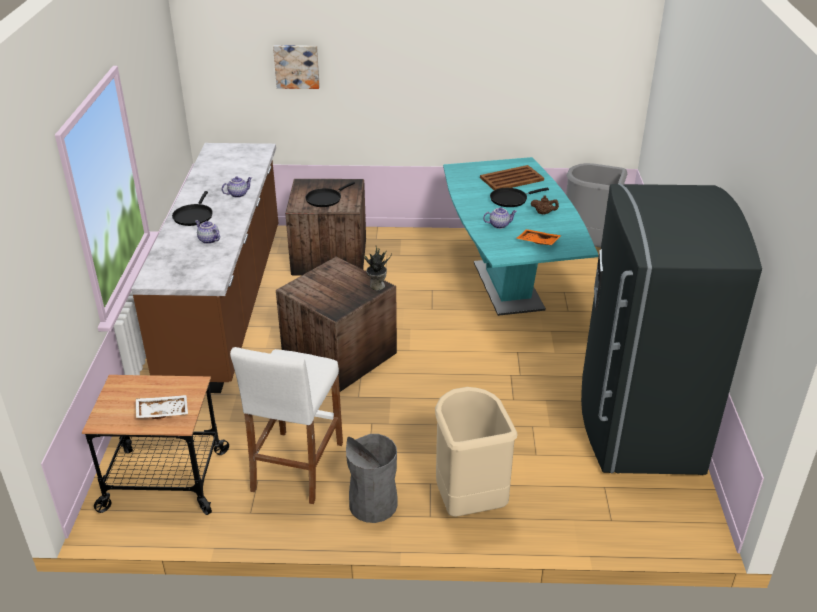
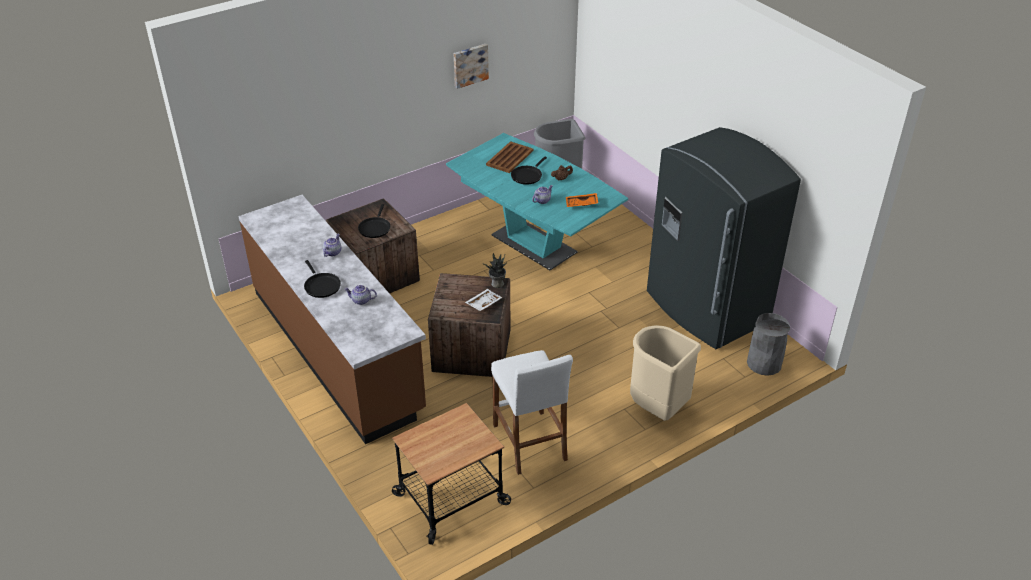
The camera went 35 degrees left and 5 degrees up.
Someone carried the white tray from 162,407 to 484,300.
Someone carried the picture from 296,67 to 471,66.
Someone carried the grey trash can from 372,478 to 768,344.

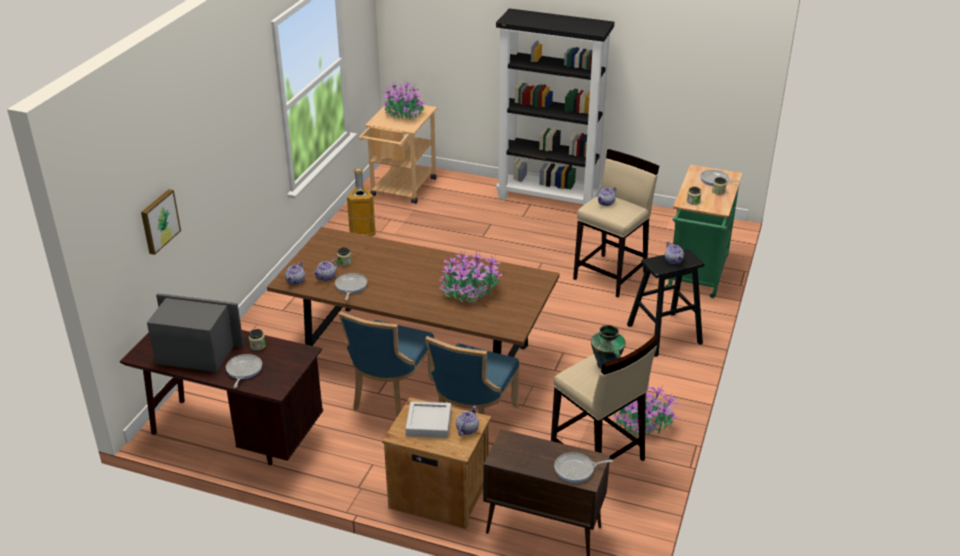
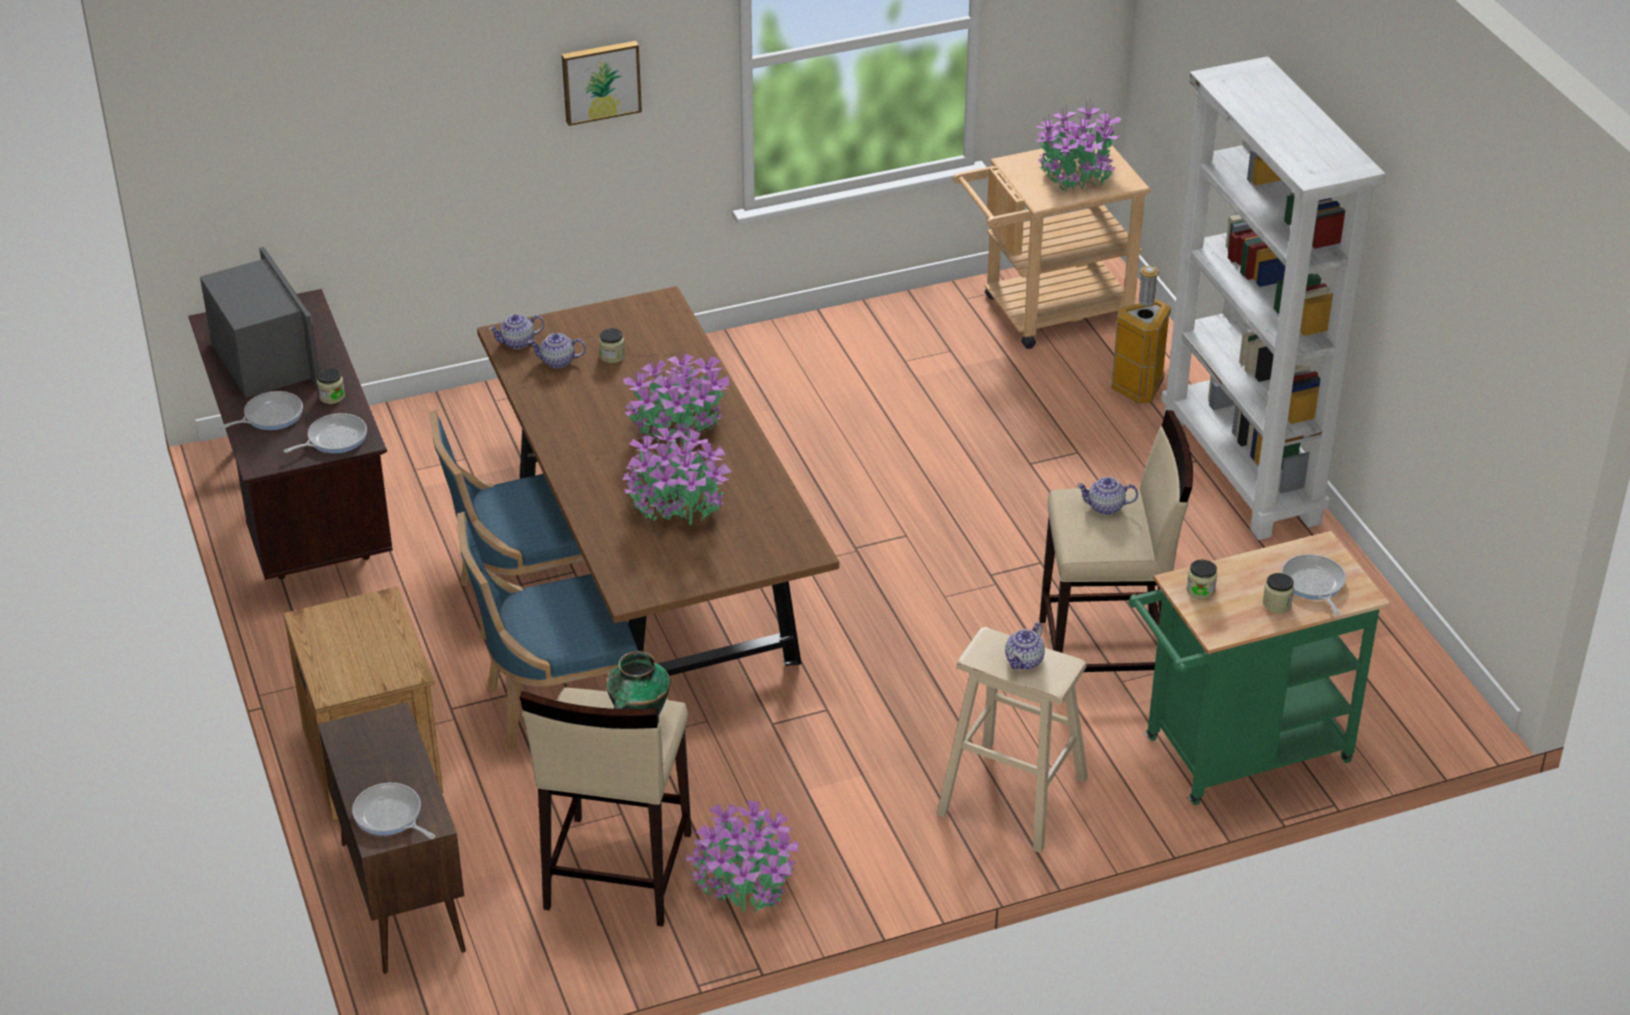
The camera went 50 degrees right and 5 degrees up.
Someone carried the picture from 161,222 to 602,83.
Someone carried the frying pan from 351,286 to 325,433.
Someone carried the trash can from 361,202 to 1141,335.
Someone took away the grey tray at 428,419.
Someone took away the teapot at 467,421.
Someone repainted the black bookcase at 555,106, which became the white bookcase at 1273,298.
Someone repainted the black stool at 666,303, which became the beige stool at 1012,740.
Someone put down the potted plant at 676,397.

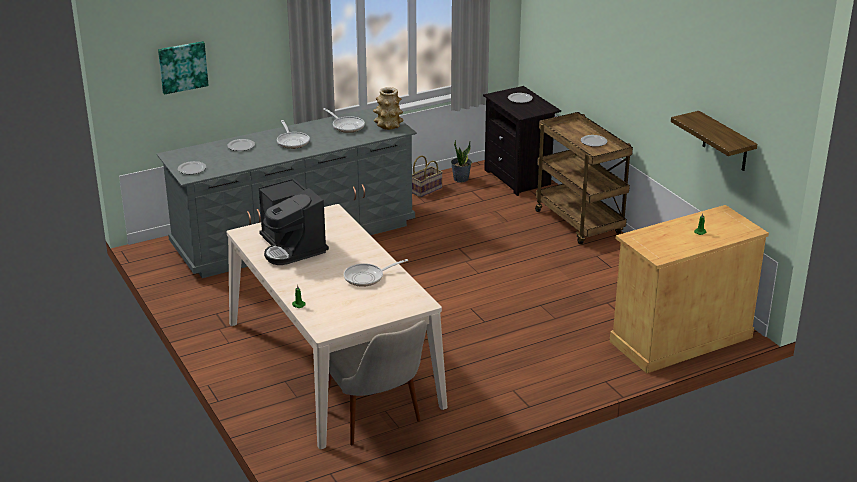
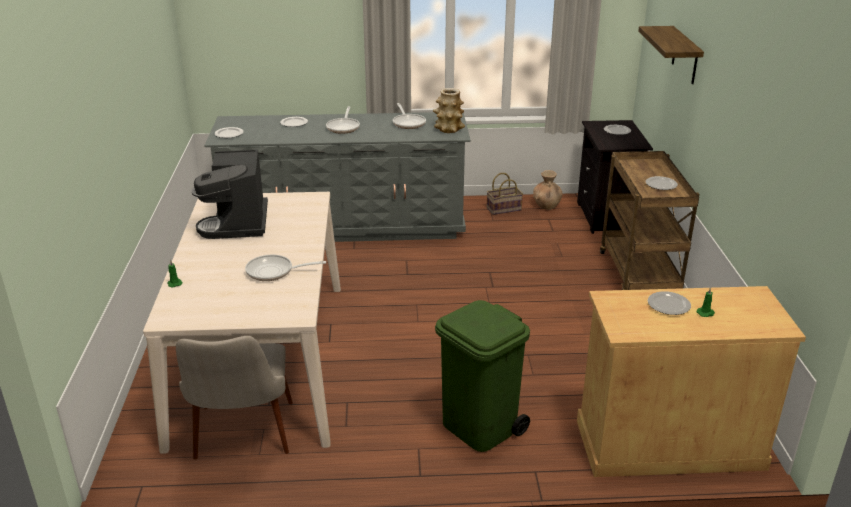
The camera went 25 degrees right and 0 degrees up.
Someone took away the picture at 183,67.
Someone swapped the potted plant at 461,161 for the brown vase at 548,190.
Someone carried the shelf from 714,141 to 671,55.
Someone put down the green trash can at 482,376.
Someone put down the plate at 669,303.

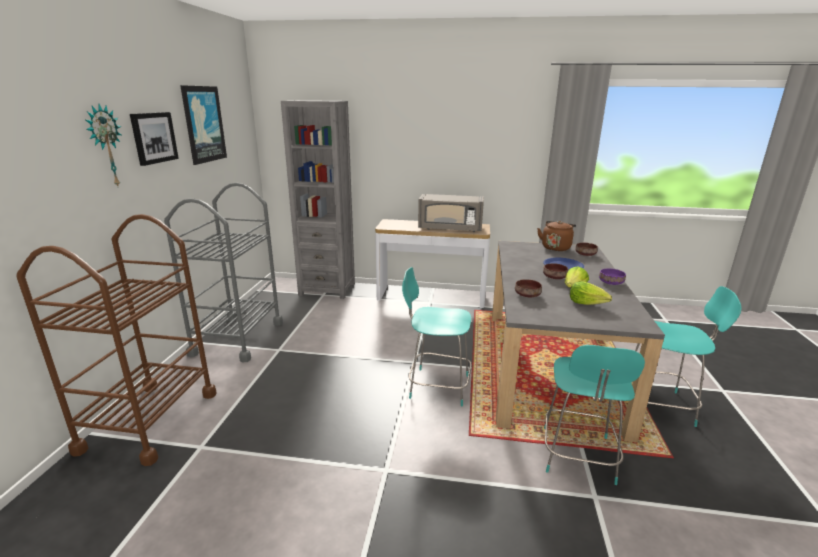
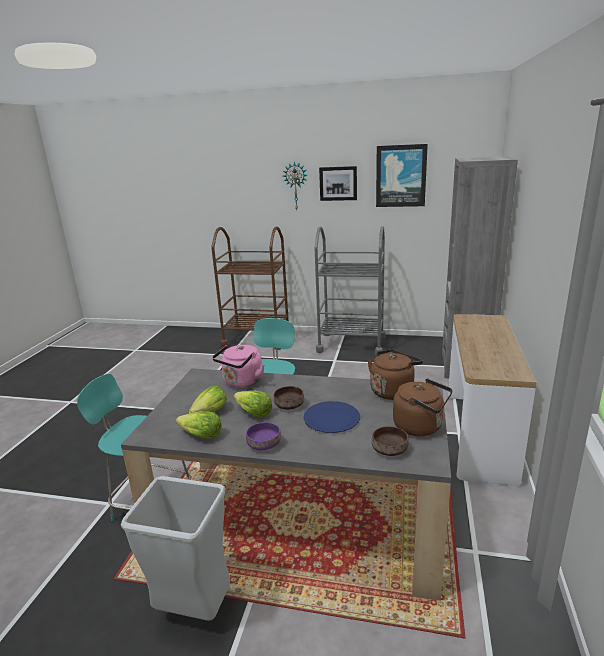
The camera went 95 degrees right and 0 degrees up.
Someone took away the grey microwave at 451,213.
Someone swapped the brown bowl at 528,288 for the pink kettle at 238,366.
Someone swapped the turquoise chair at 688,356 for the grey trash can at 175,548.
Someone put down the lettuce at 199,425.
Someone put down the brown kettle at 395,374.

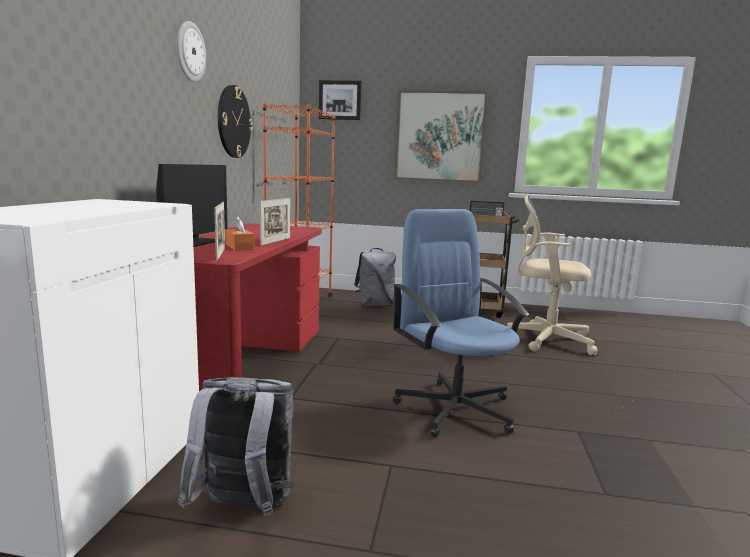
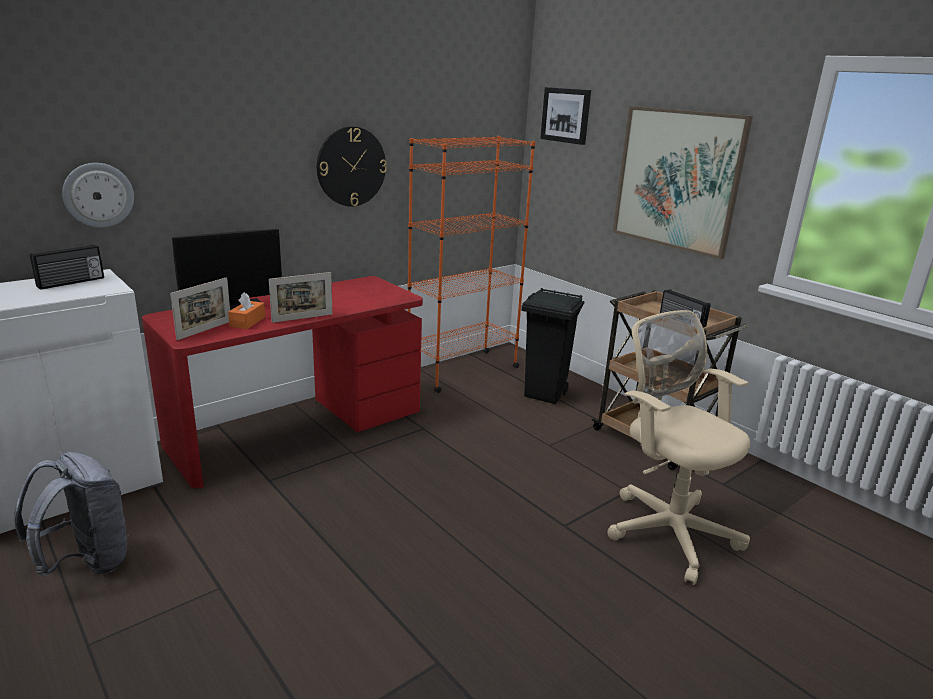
The camera went 40 degrees right and 10 degrees up.
Someone carried the wall clock from 191,51 to 98,195.
Someone swapped the grey backpack at 375,277 for the black trash can at 552,346.
Someone took away the blue office chair at 461,323.
Someone put down the radio at 67,267.

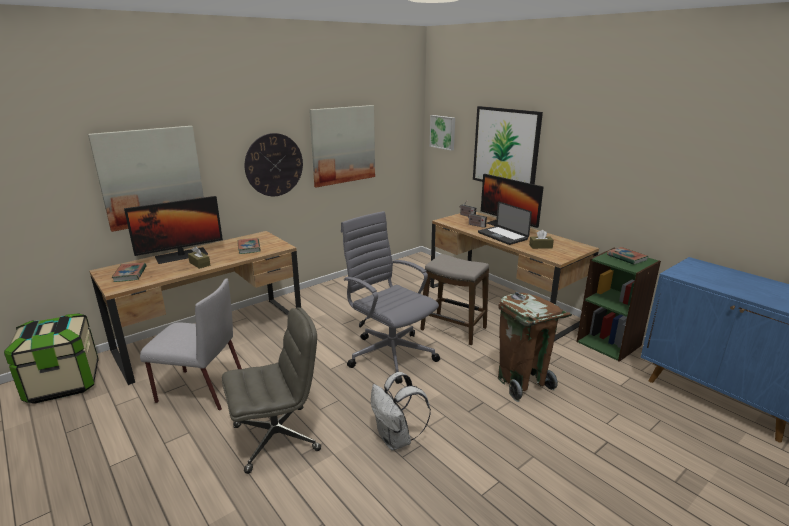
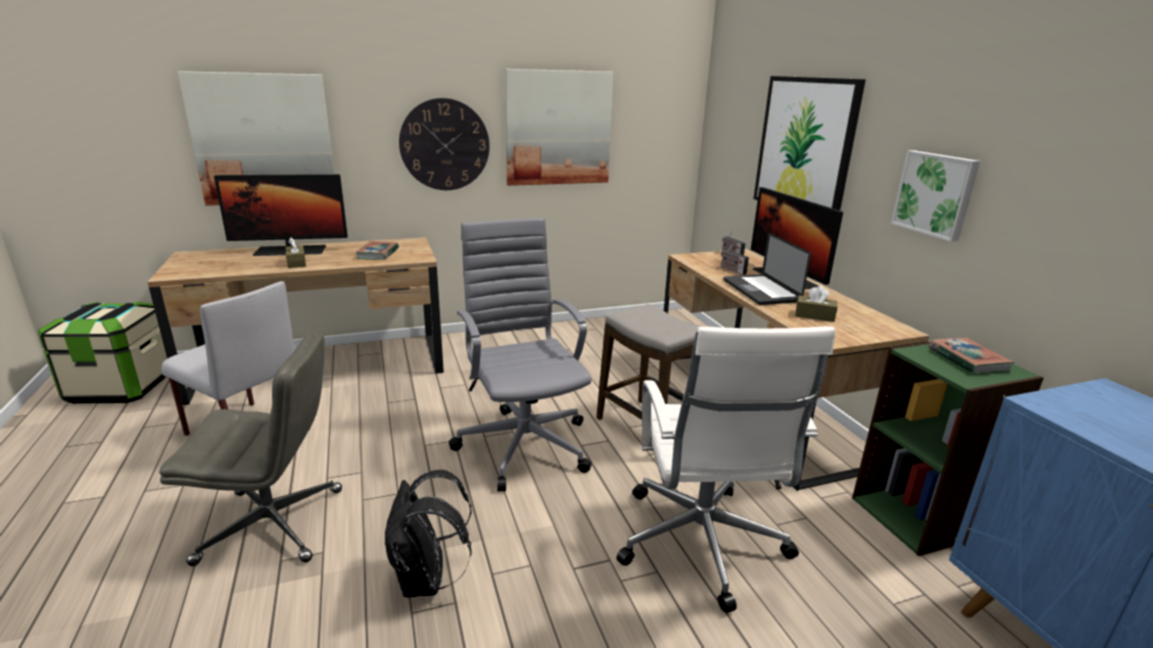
The camera went 20 degrees right and 0 degrees up.
Someone took away the book at 129,272.
Someone repainted the white backpack at 401,411, which became the black backpack at 428,533.
Someone carried the picture from 442,133 to 935,196.
Someone swapped the brown trash can at 535,347 for the white office chair at 726,469.

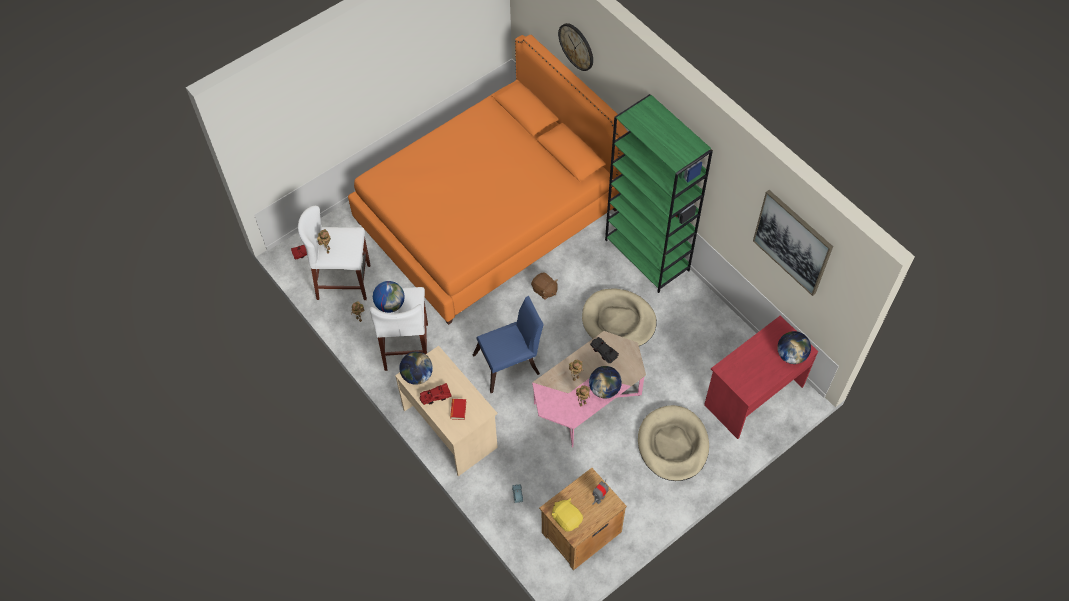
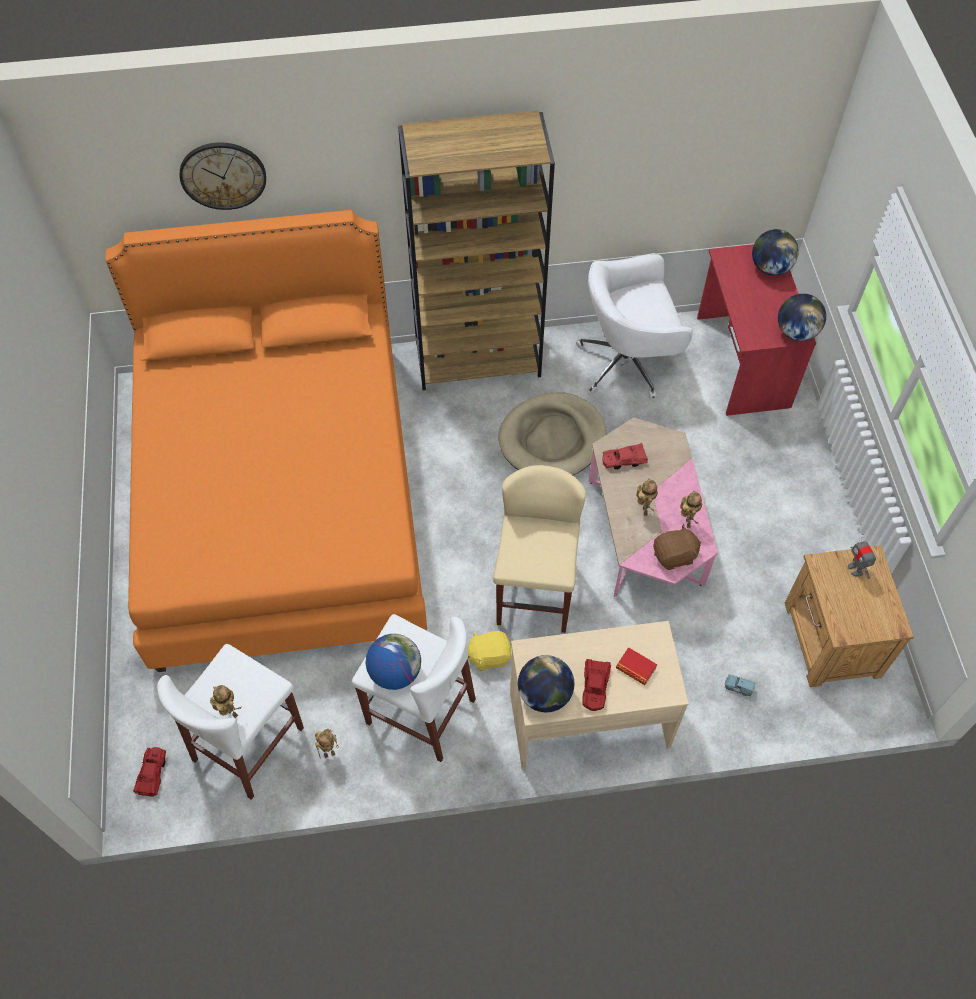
The camera went 60 degrees left and 0 degrees up.
Someone swapped the blue chair at 508,344 for the beige stool at 539,549.
Someone carried the brown plush toy from 544,286 to 677,547.
Someone carried the yellow plush toy from 567,515 to 489,651.
Someone carried the globe from 605,382 to 802,317.
Someone repainted the black toy car at 604,350, which became the red toy car at 625,456.
Someone repainted the green bookcase at 659,193, which became the brown bookcase at 476,250.
Someone took away the beige dog bed at 673,443.
Someone took away the picture at 793,243.
Someone put down the white office chair at 634,326.

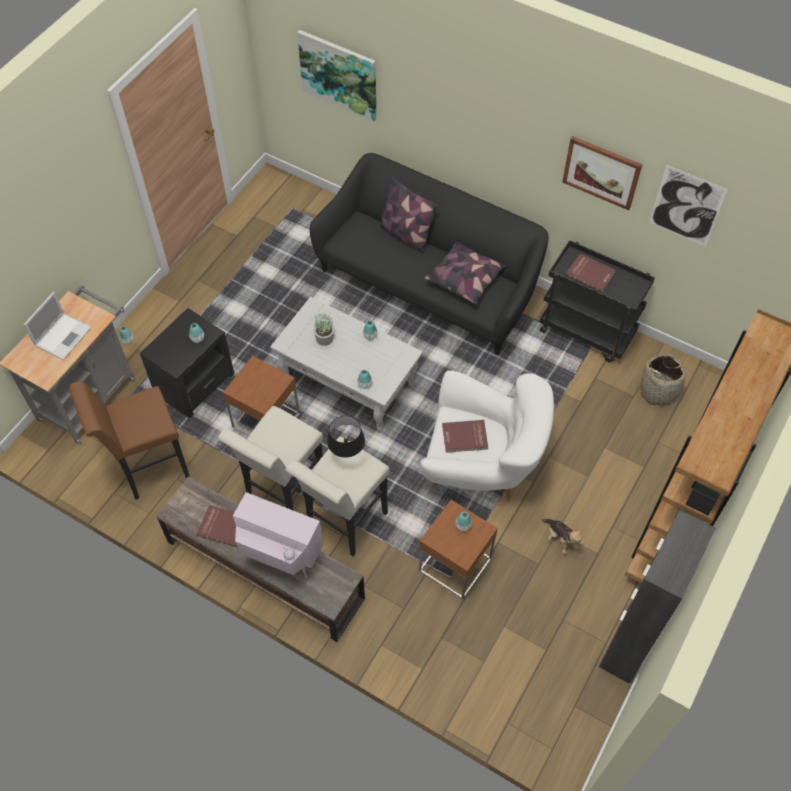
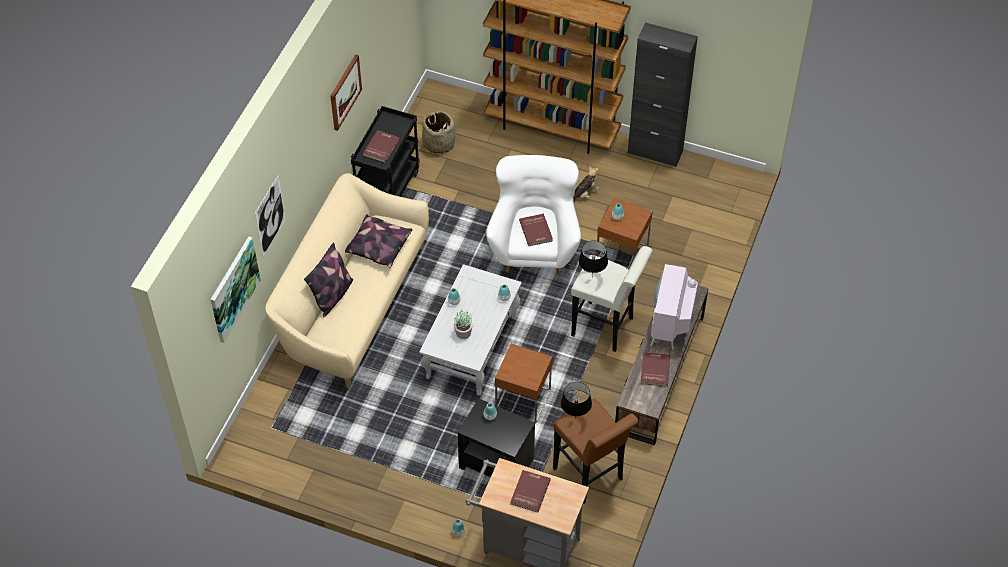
The camera went 100 degrees left and 5 degrees down.
Someone swapped the laptop at 57,326 for the red book at 531,491.
Someone took away the white stool at 270,458.
Someone repainted the black sofa at 429,254, which became the beige sofa at 347,280.
Someone carried the picture from 688,205 to 270,216.
Someone put down the black table lamp at 576,400.

